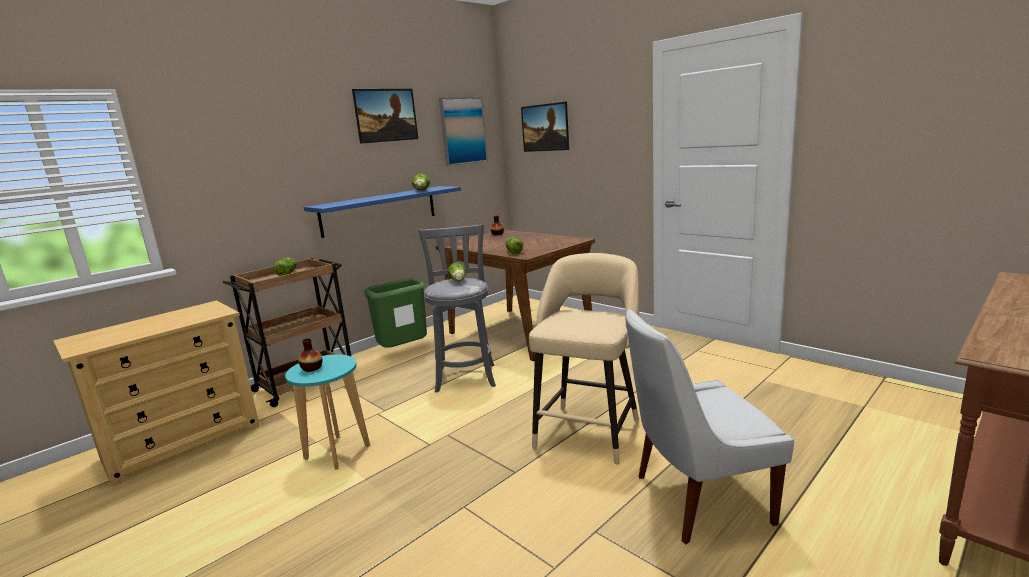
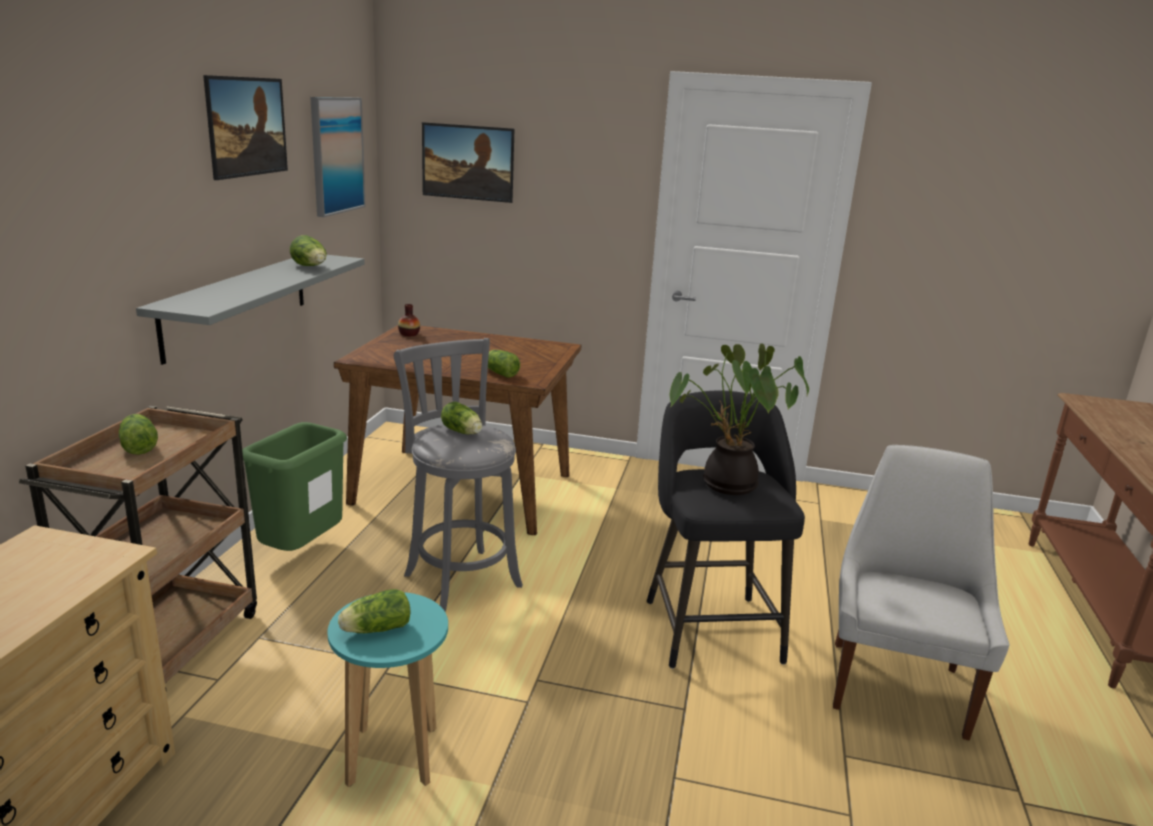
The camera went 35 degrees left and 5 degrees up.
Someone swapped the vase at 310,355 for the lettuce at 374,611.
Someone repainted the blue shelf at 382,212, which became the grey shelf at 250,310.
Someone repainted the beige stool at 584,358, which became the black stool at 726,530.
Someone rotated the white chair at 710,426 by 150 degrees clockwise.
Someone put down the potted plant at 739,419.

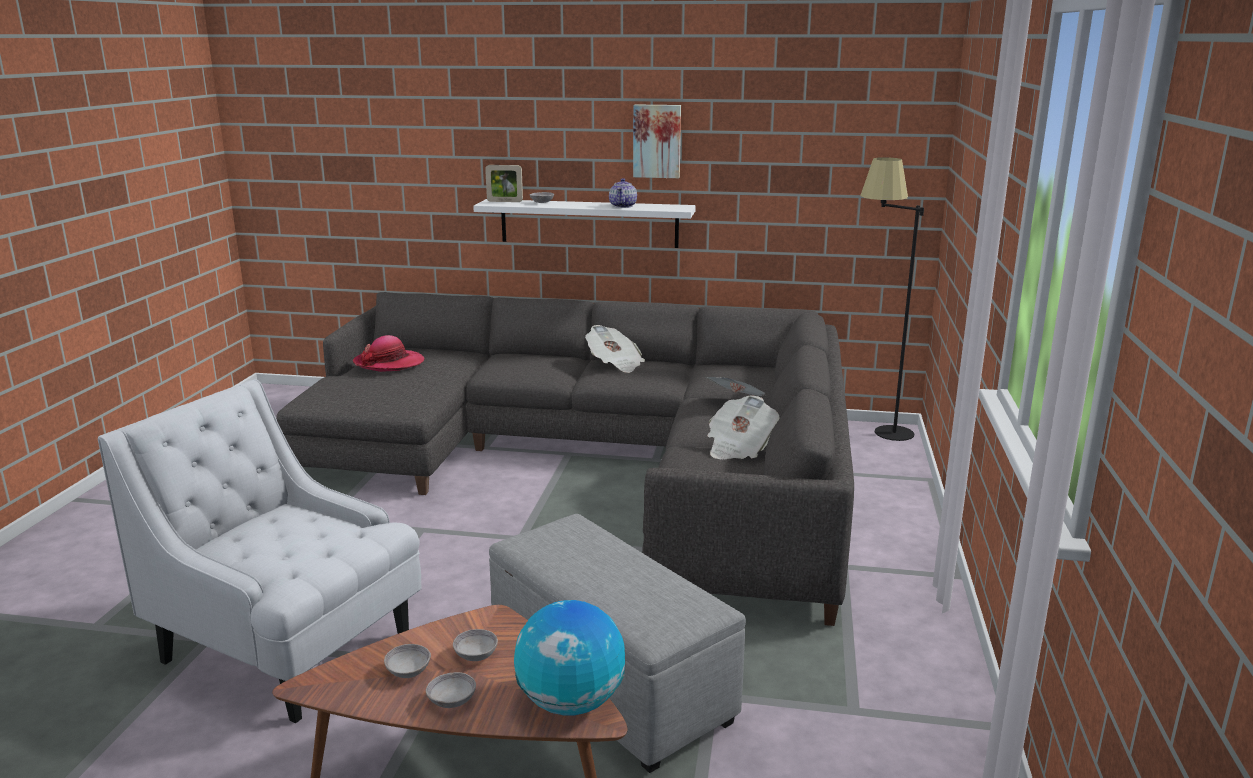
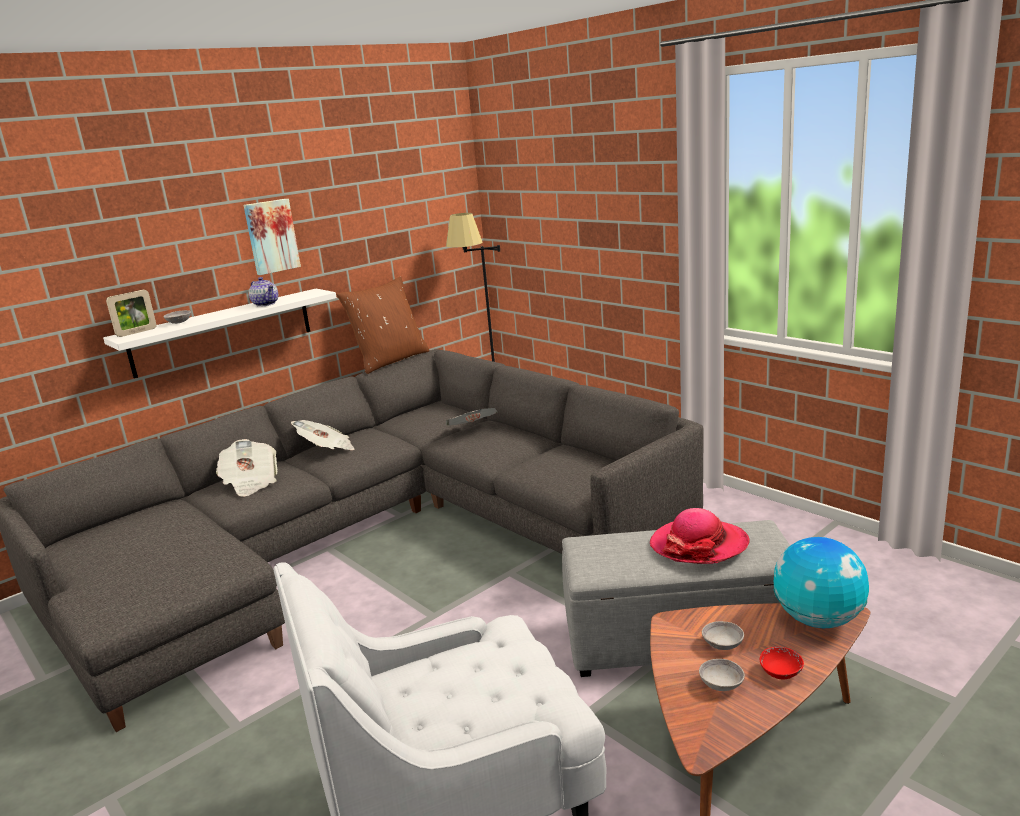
The camera went 50 degrees left and 0 degrees up.
Someone carried the hat from 389,353 to 700,536.
Someone repainted the grey bowl at 451,690, which became the red bowl at 782,663.
Someone carried the newspaper from 743,427 to 246,468.
Someone put down the brown pillow at 383,325.

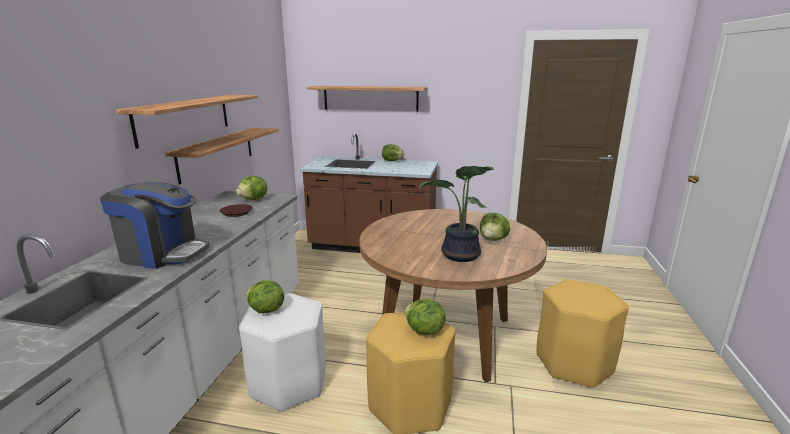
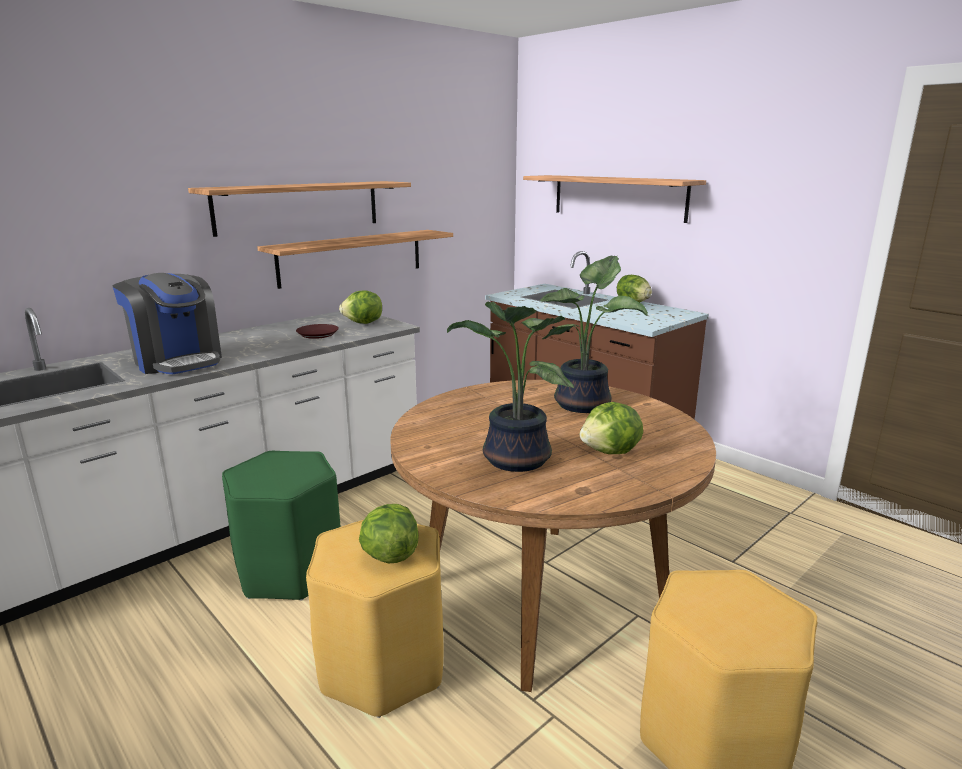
The camera went 35 degrees right and 0 degrees up.
Someone repainted the white stool at 282,352, which became the green stool at 281,526.
Someone took away the lettuce at 265,296.
Someone put down the potted plant at 594,334.

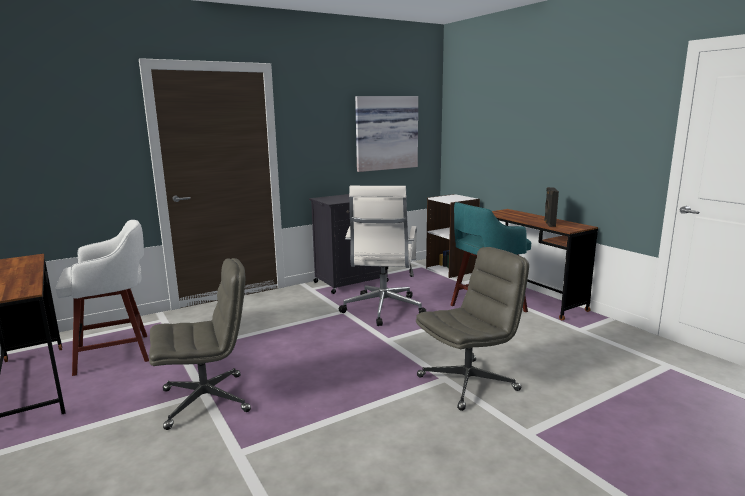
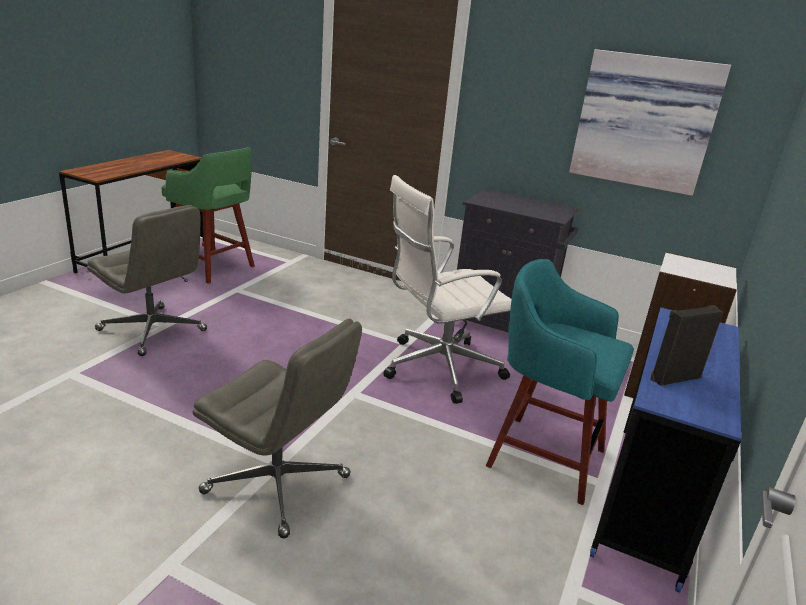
The camera went 55 degrees right and 10 degrees up.
Someone repainted the white stool at 102,298, which became the green stool at 208,215.
Someone repainted the brown desk at 545,264, which became the blue desk at 665,450.

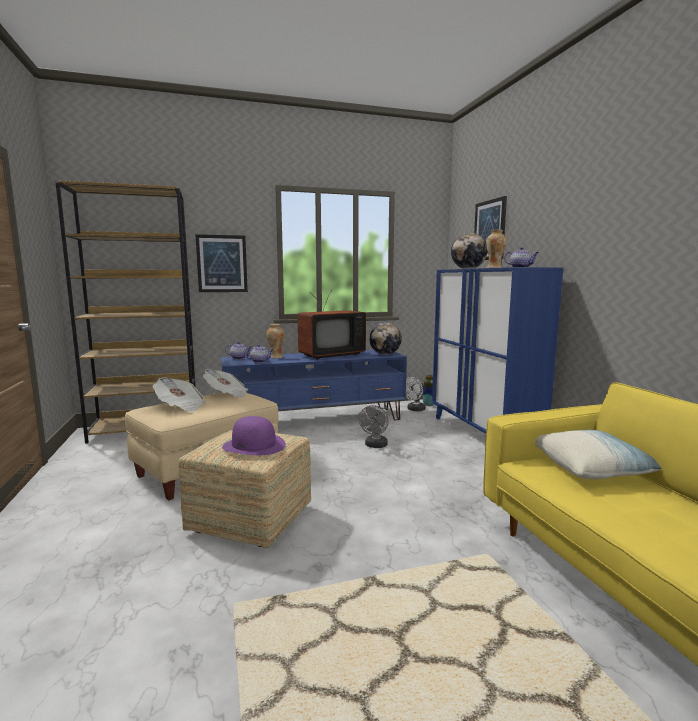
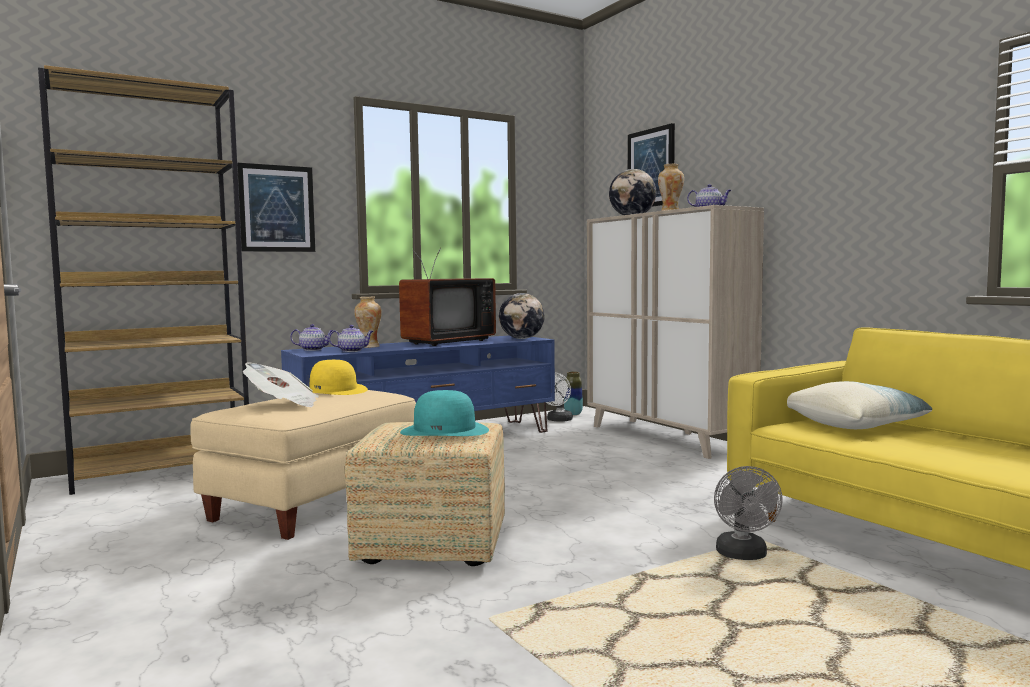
The camera went 15 degrees left and 5 degrees down.
Someone swapped the newspaper at 225,383 for the yellow hat at 338,377.
Someone repainted the purple hat at 254,435, which became the turquoise hat at 444,413.
Someone carried the grey fan from 374,426 to 748,513.
Someone repainted the blue cabinet at 497,350, which became the beige cabinet at 675,332.

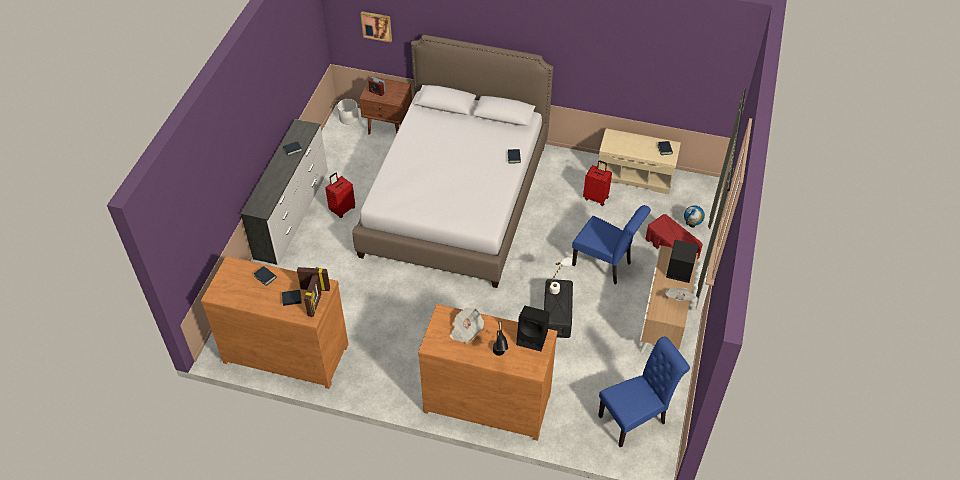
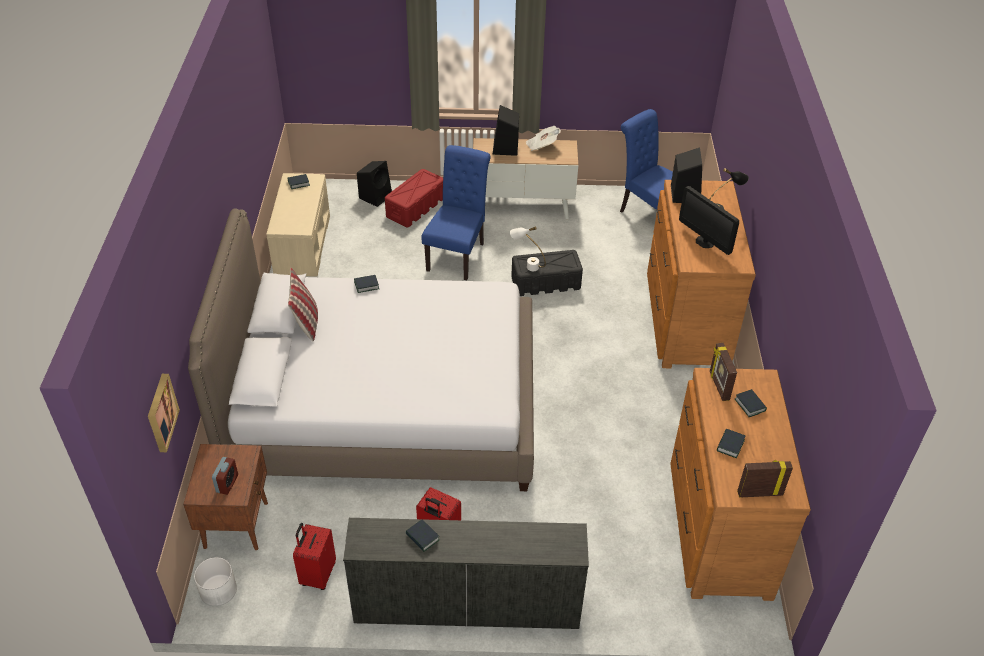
The camera went 105 degrees left and 5 degrees down.
Someone carried the picture frame from 312,296 to 765,479.
Someone swapped the newspaper at 467,326 for the monitor at 709,220.
Someone carried the red suitcase from 597,183 to 314,556.
Someone swapped the globe at 694,216 for the black speaker at 374,184.
Someone put down the pillow at 303,305.

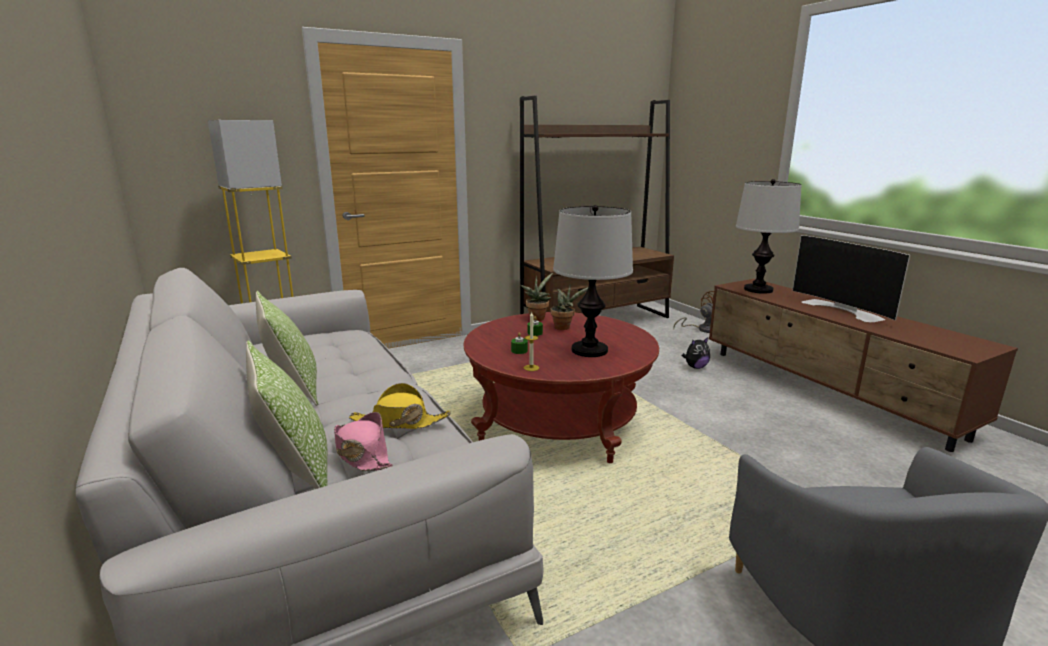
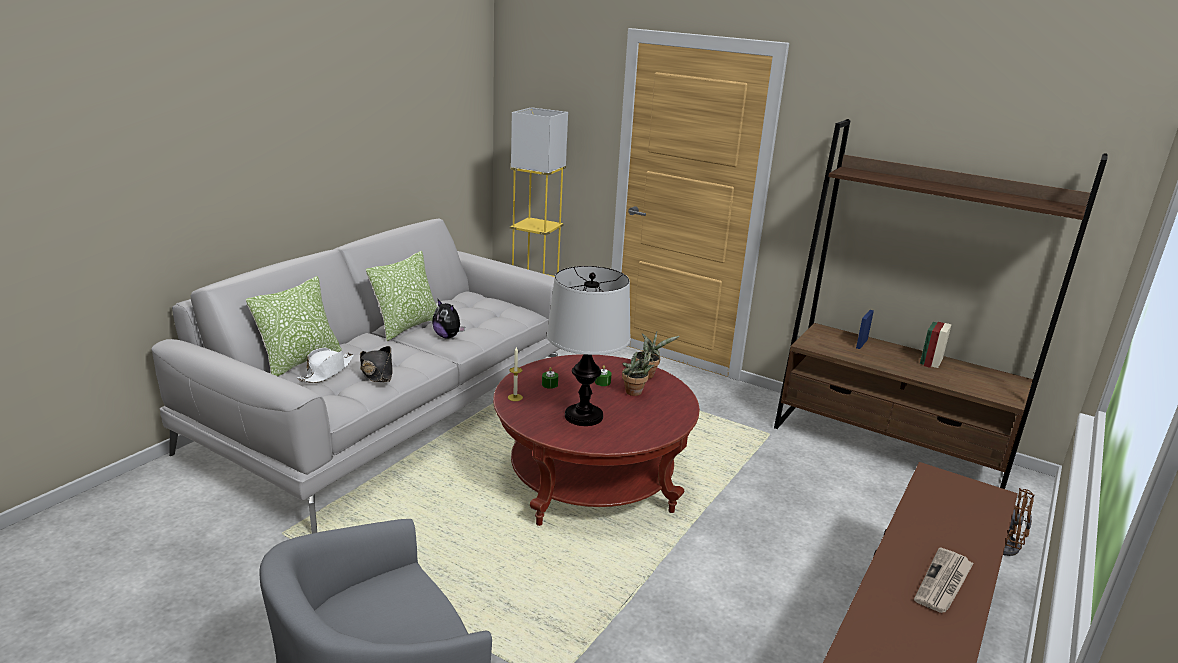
The camera went 60 degrees right and 5 degrees up.
Someone repainted the pink hat at 363,441, which became the white hat at 326,365.
Someone repainted the yellow hat at 400,406, which became the black hat at 376,364.
Someone carried the plush toy from 696,353 to 448,319.
Someone took away the table lamp at 769,236.
Someone swapped the television at 851,278 for the newspaper at 944,580.

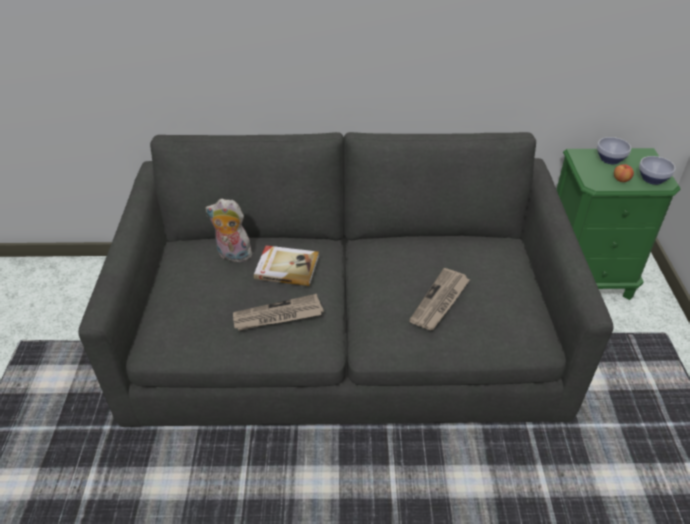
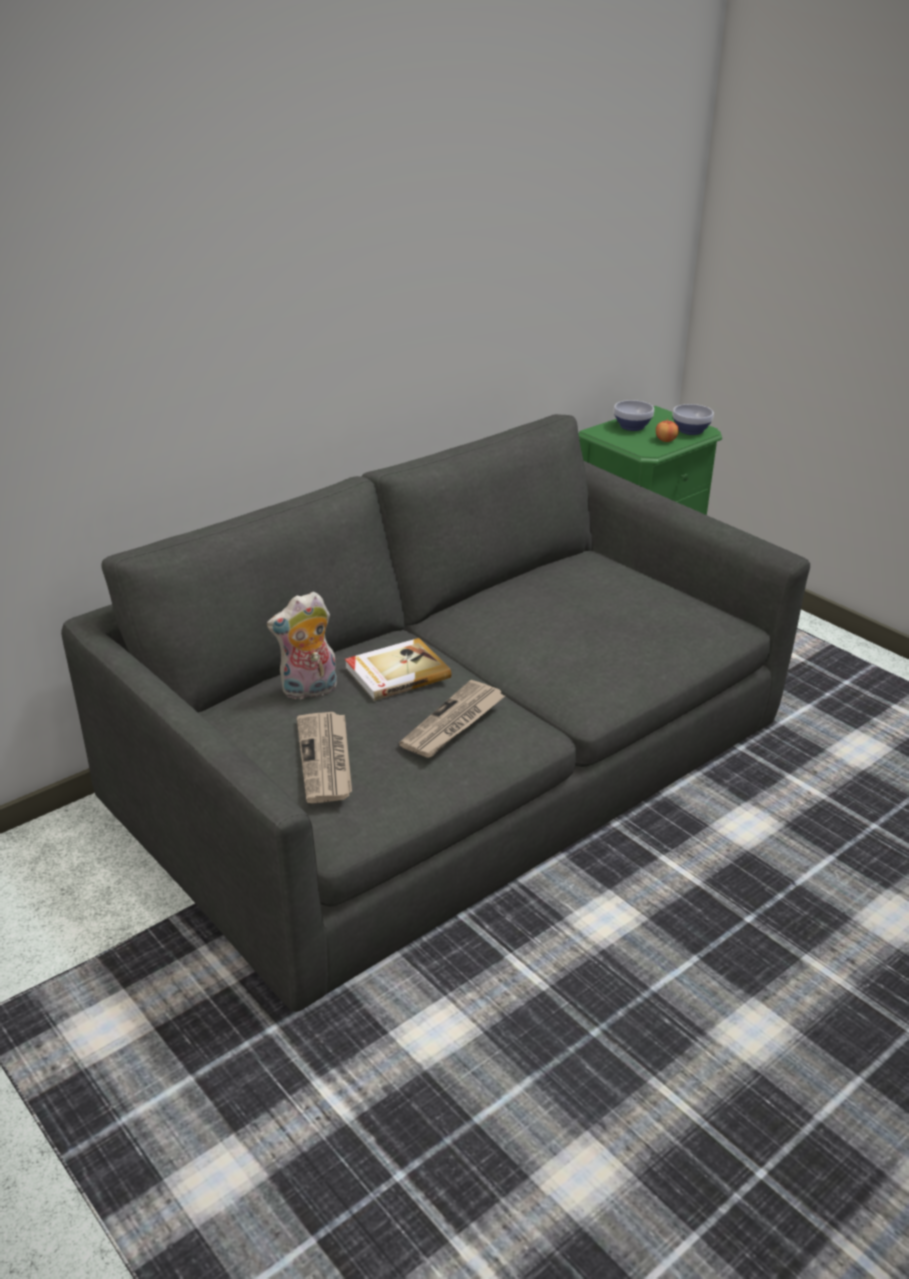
The camera went 40 degrees left and 10 degrees down.
Someone carried the newspaper from 439,299 to 324,757.

